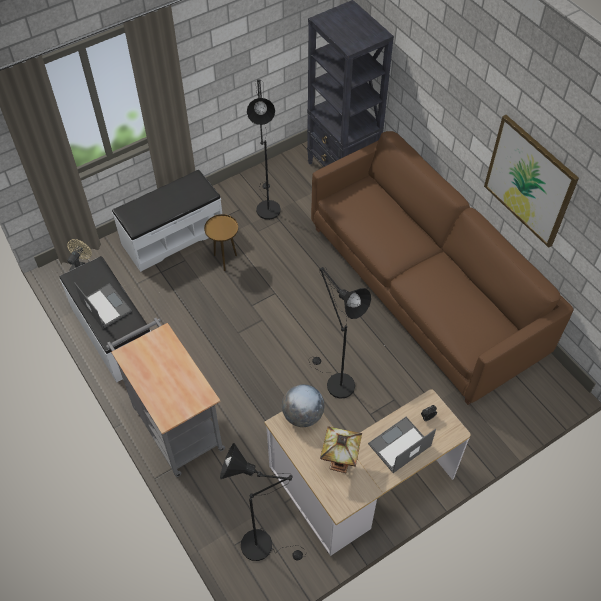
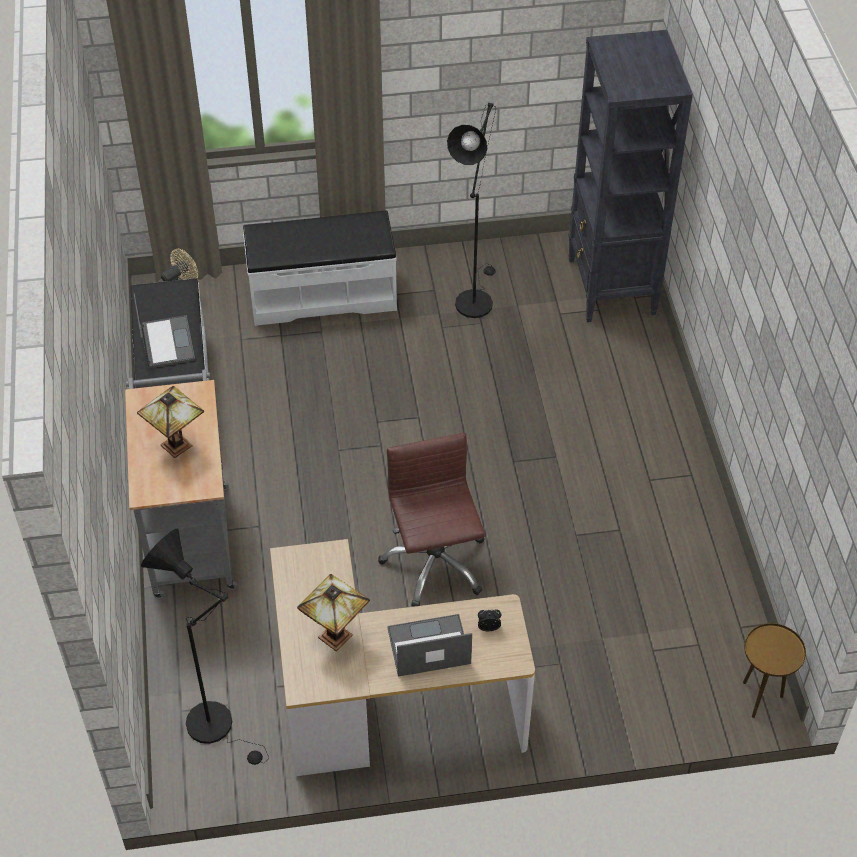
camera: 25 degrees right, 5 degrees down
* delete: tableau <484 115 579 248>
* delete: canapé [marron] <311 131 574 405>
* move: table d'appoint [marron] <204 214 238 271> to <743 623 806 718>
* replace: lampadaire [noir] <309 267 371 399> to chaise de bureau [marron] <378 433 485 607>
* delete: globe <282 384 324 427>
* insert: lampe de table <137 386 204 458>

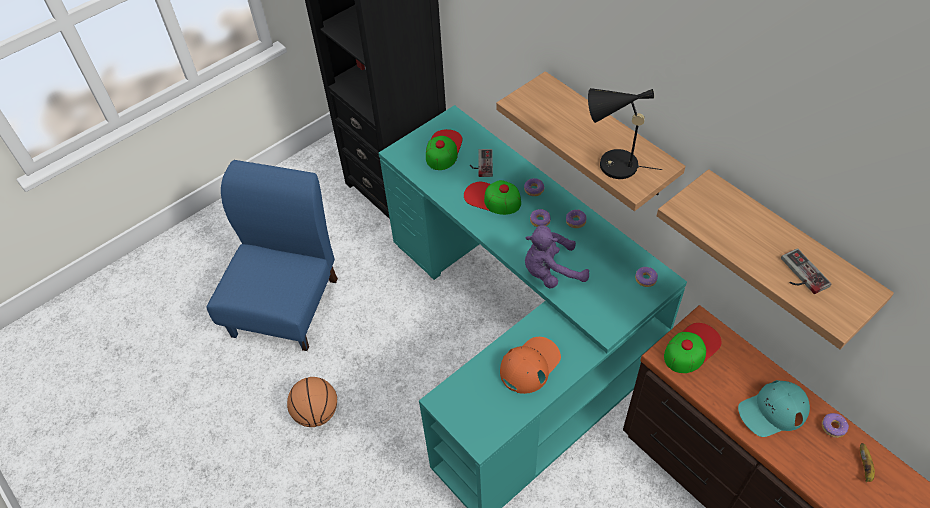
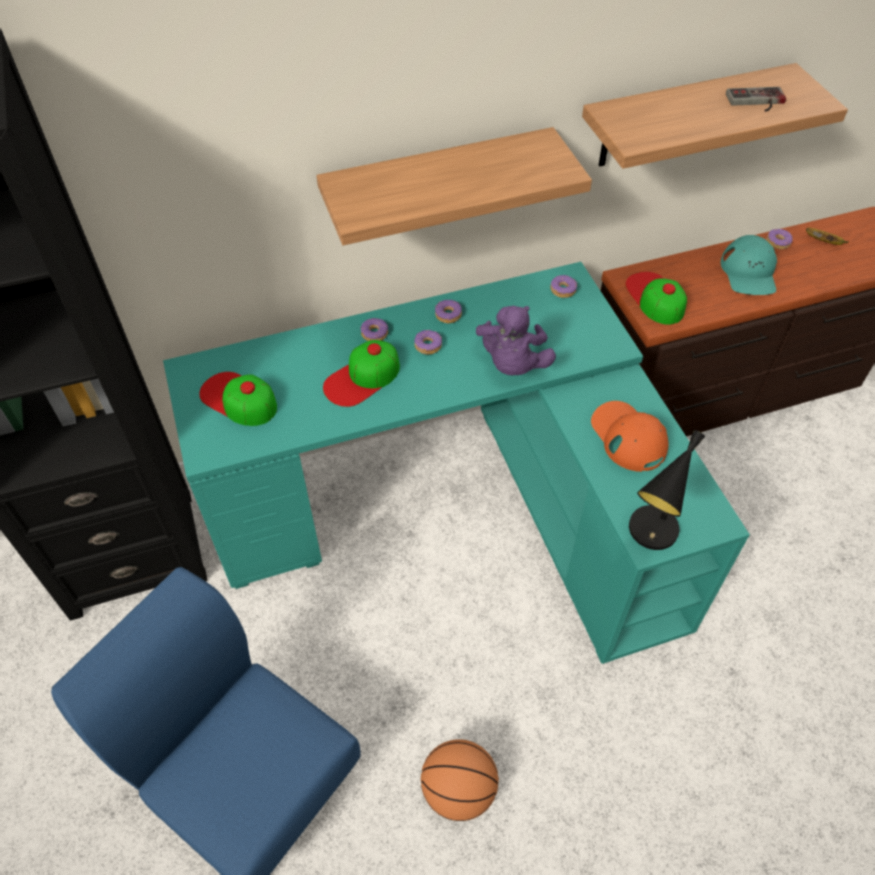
camera: 70 degrees left, 0 degrees up
* move: lampe de table [noir] <588 88 662 179> to <629 430 705 550>
* delete: manette <470 149 493 177>

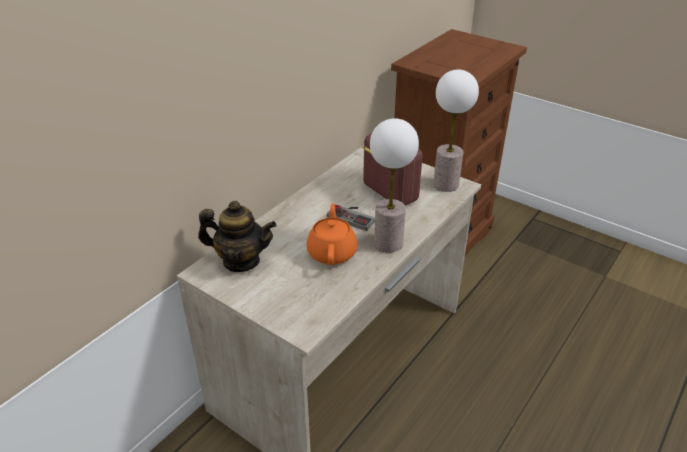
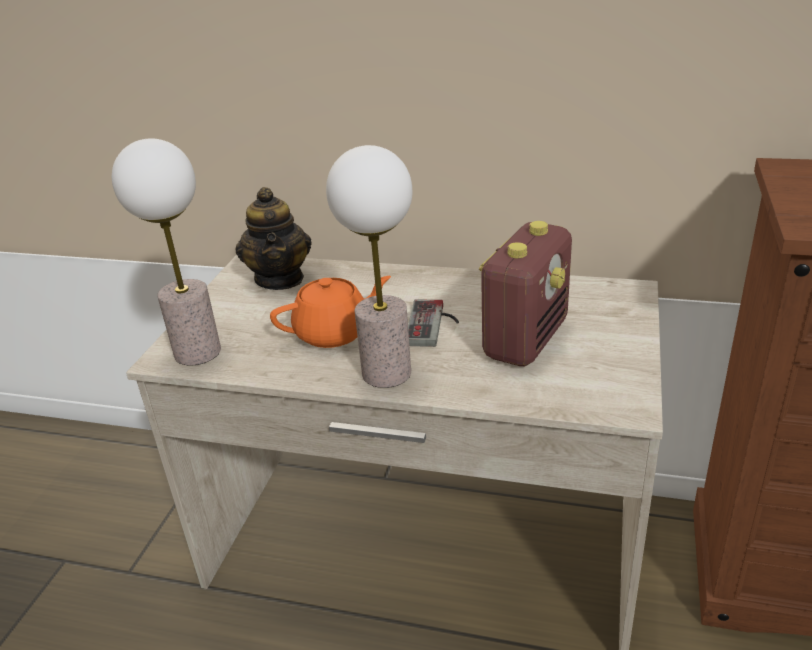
camera: 70 degrees right, 5 degrees down
* move: lampe de table <433 69 479 192> to <112 138 221 366>

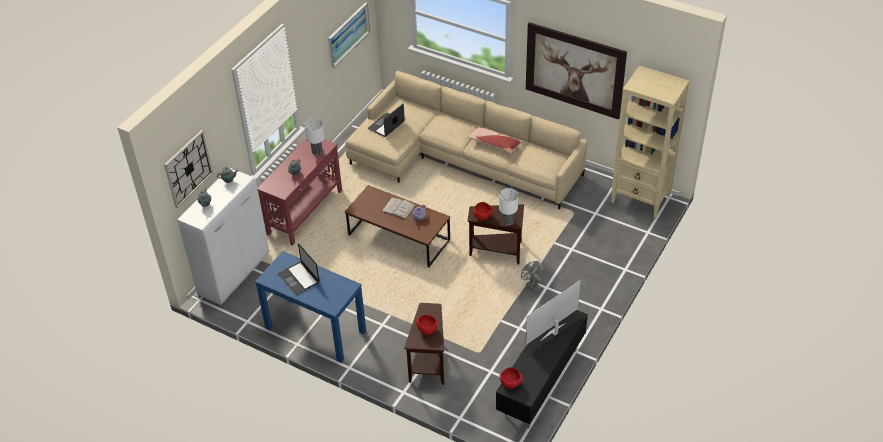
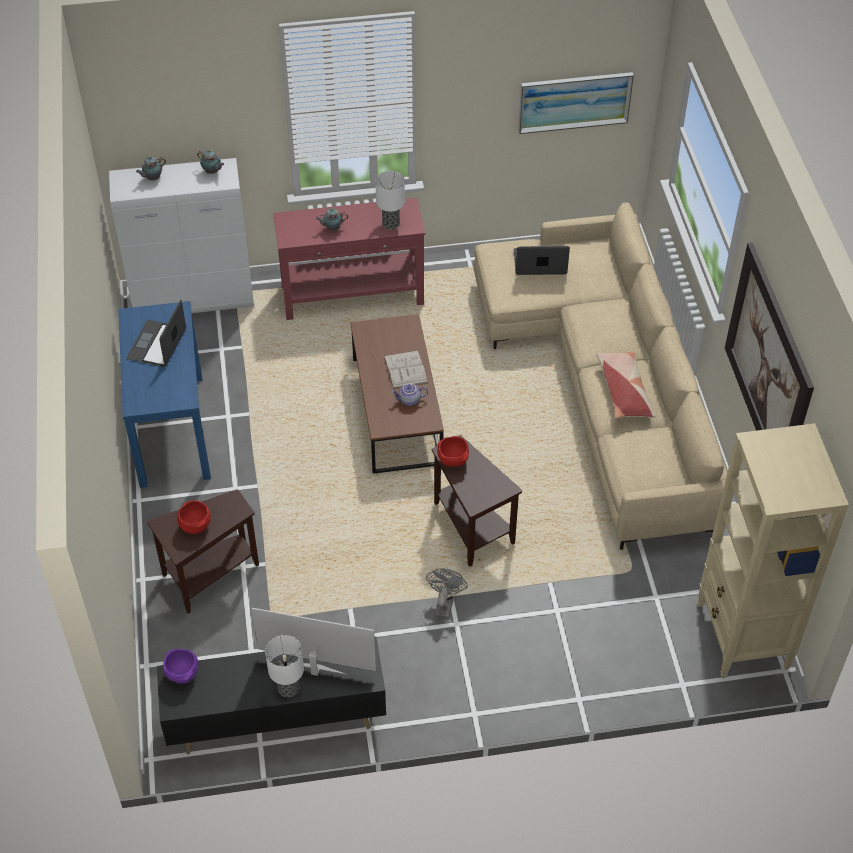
camera: 50 degrees right, 5 degrees up
* delete: horloge murale <164 130 213 208>
* move: lampe de table <499 188 518 226> to <265 635 304 697>
* recolor: bol [rouge] <500 367 523 389> to bol [violet] <163 649 198 684>

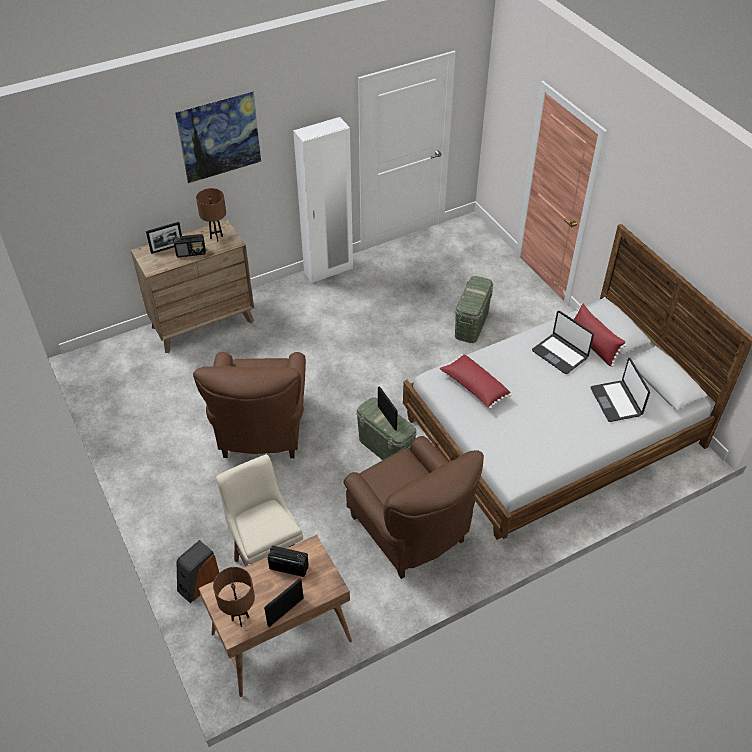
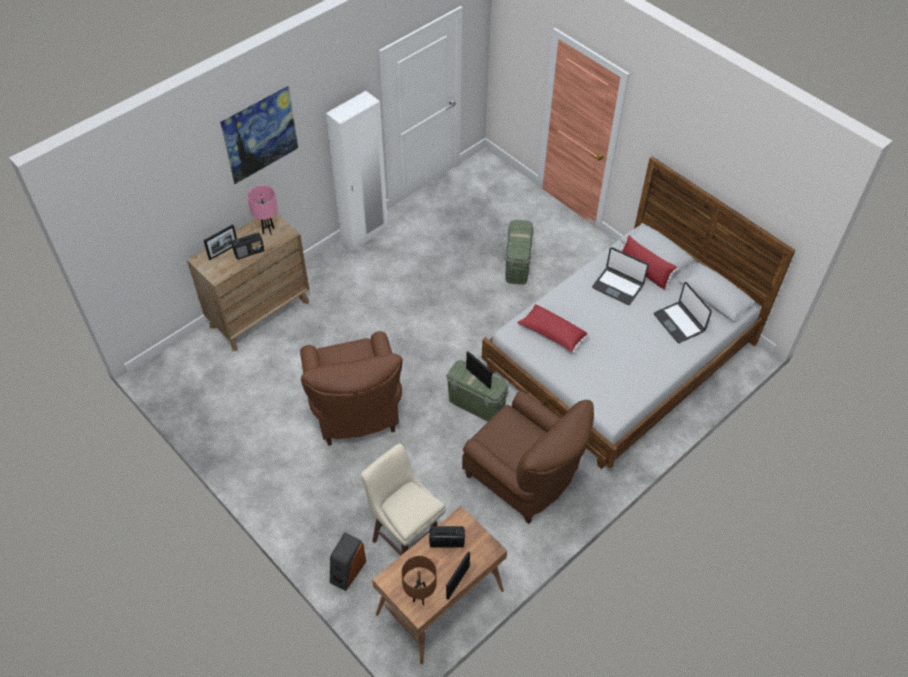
camera: 15 degrees left, 5 degrees up
* recolor: lampe de table [marron] <196 188 226 241> to lampe de table [rose] <247 185 278 235>

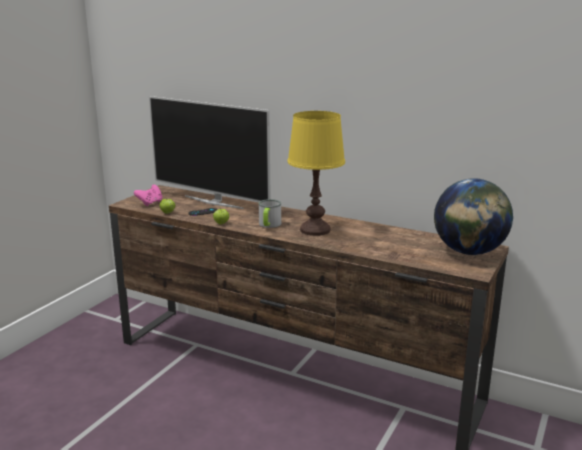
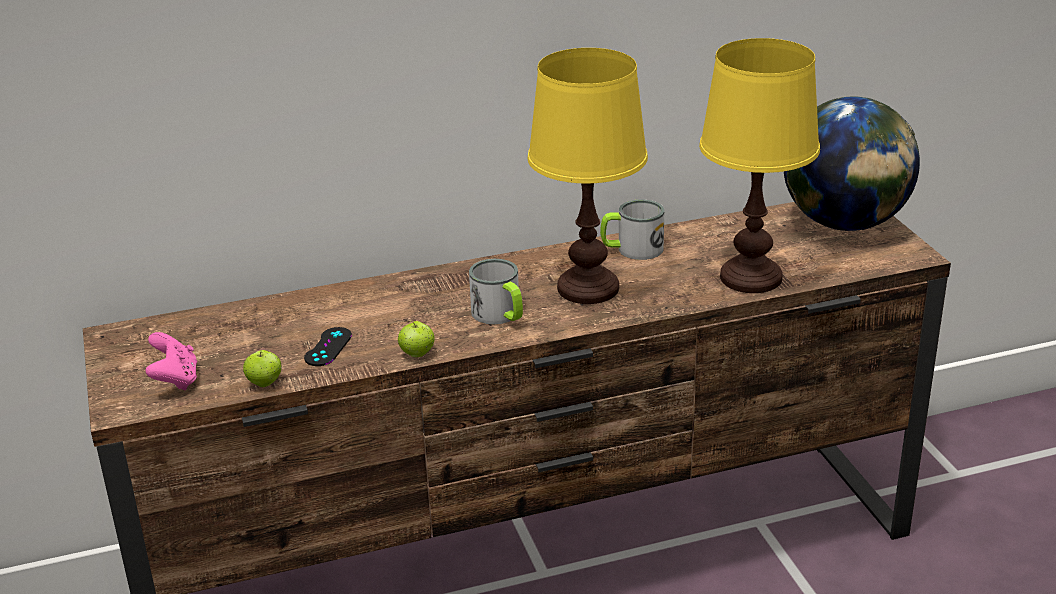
camera: 45 degrees left, 10 degrees up
* delete: téléviseur <149 96 271 209>
* insert: lampe de table [jaune] <699 38 820 293>
* insert: mug <600 199 664 260>

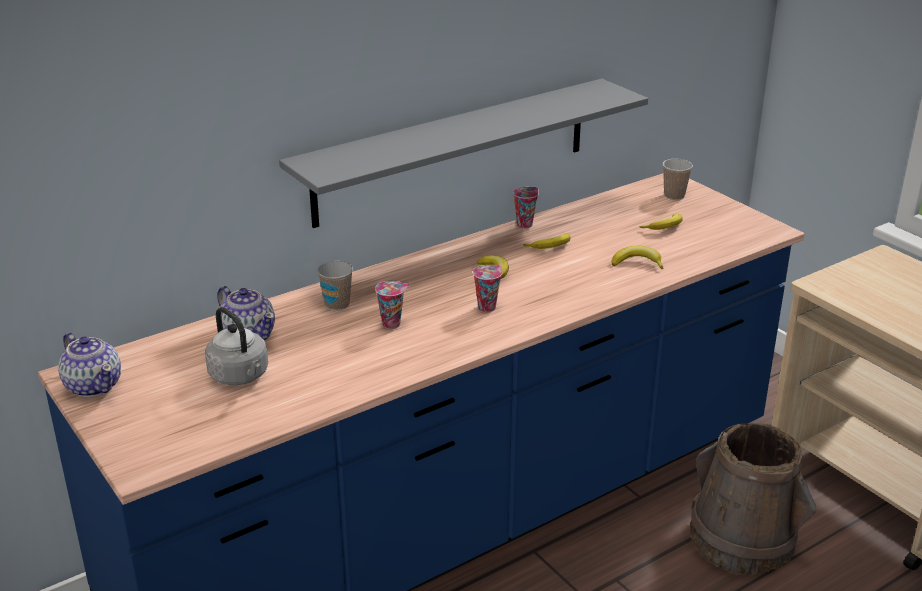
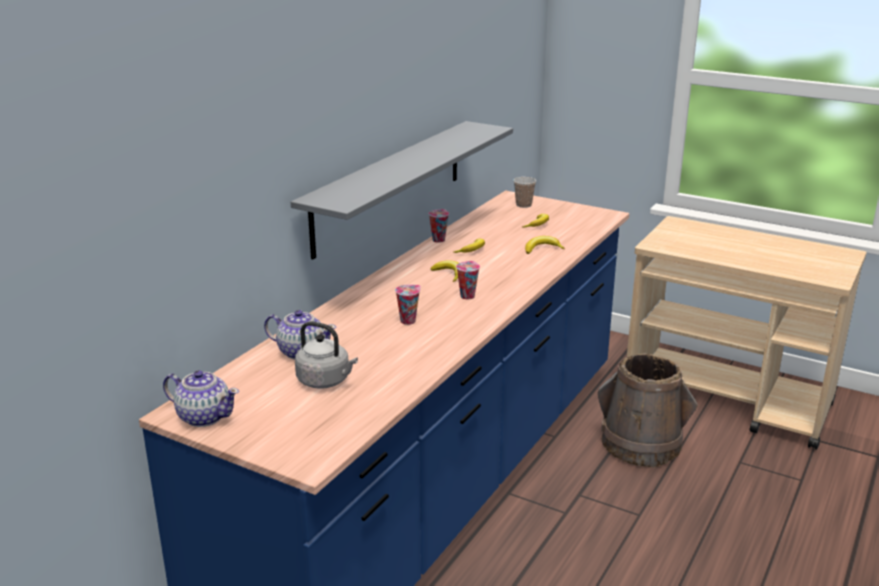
camera: 25 degrees left, 5 degrees down
* delete: tasse <317 261 353 311>

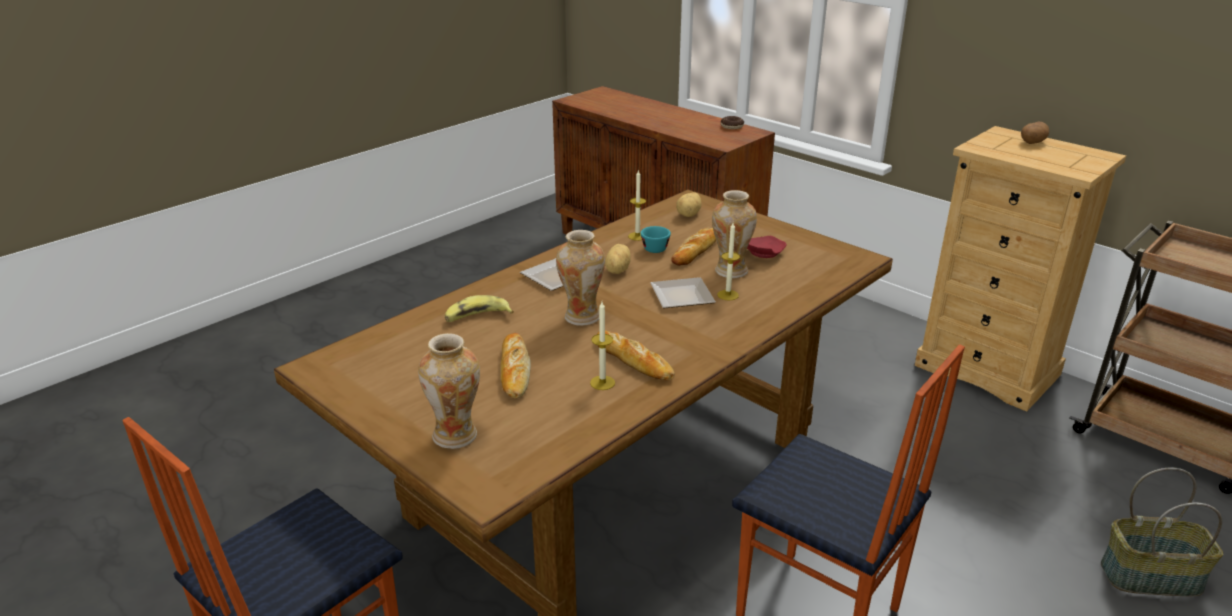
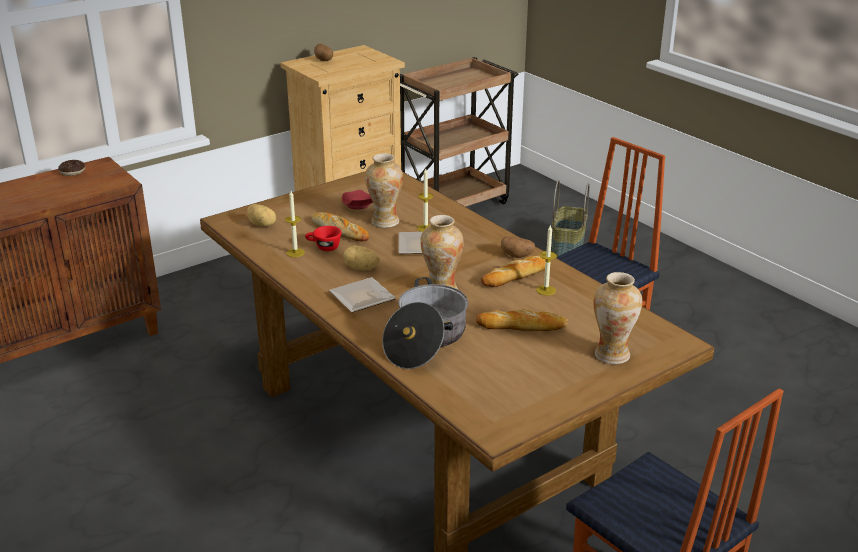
camera: 80 degrees left, 0 degrees up
* recolor: tasse [turquoise] <640 226 671 253> to tasse [rouge] <305 226 342 251>
* replace: banane <445 295 514 322> to marmite <382 277 468 369>
* insert: pomme de terre <501 236 535 258>

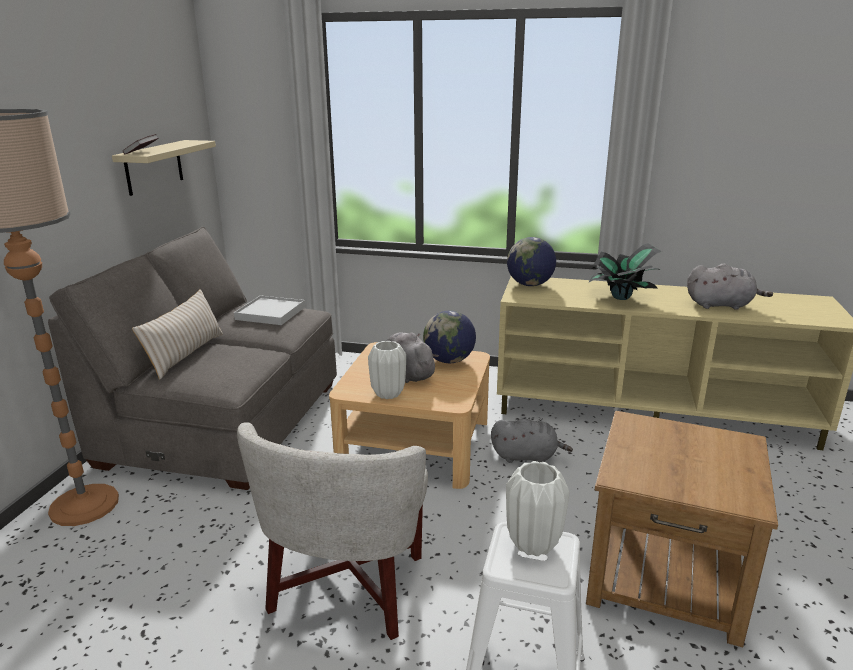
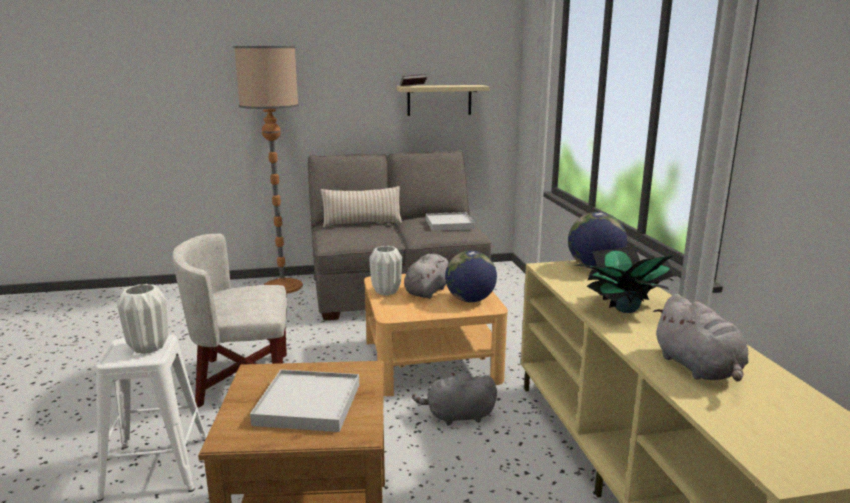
camera: 65 degrees right, 5 degrees down
* rotate: peluche [gris] <491 419 573 463> = <412 373 497 426> 105 degrees clockwise
* insert: plateau [blanc] <250 370 359 432>

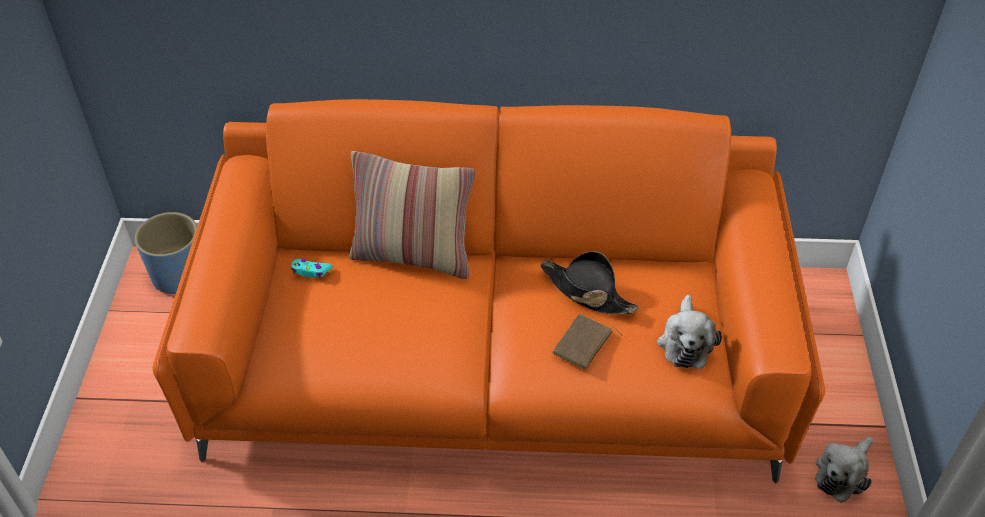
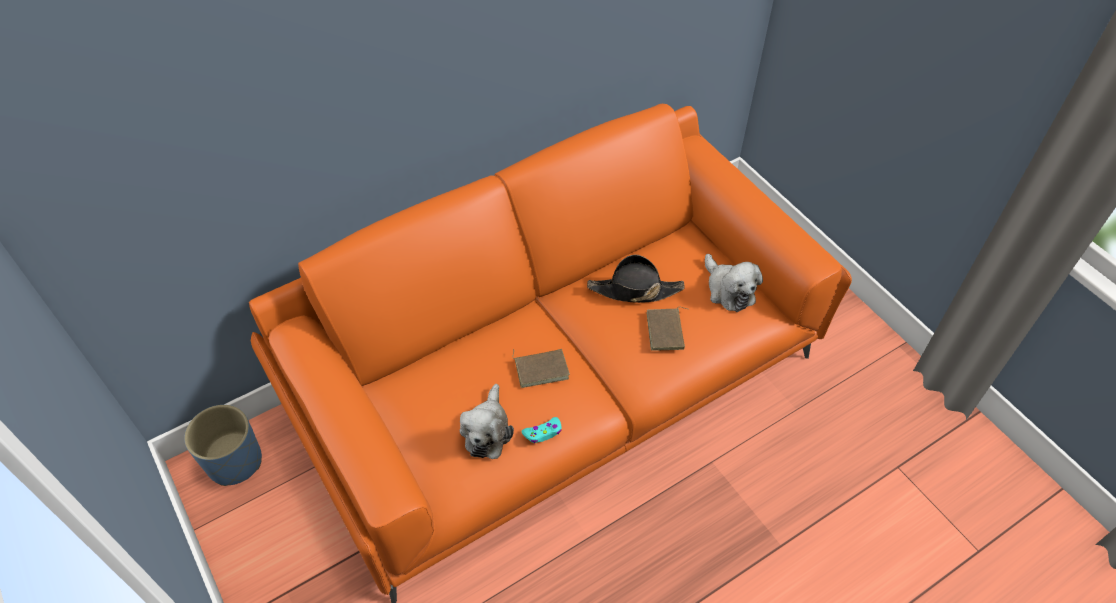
camera: 35 degrees left, 5 degrees up
* delete: coussin <349 151 476 279>
* move: manette [turquoise] <291 259 333 278> to <522 417 561 444>
* move: peluche <815 437 873 503> to <460 384 514 459>
* insert: livre [marron] <513 349 570 388>

